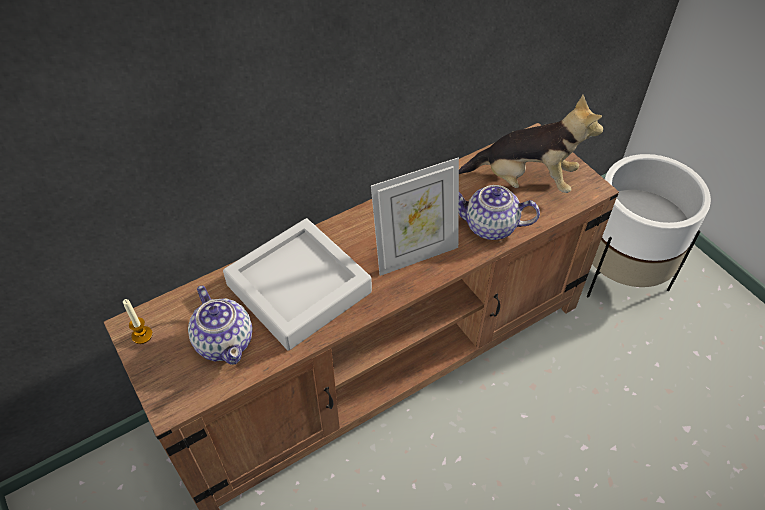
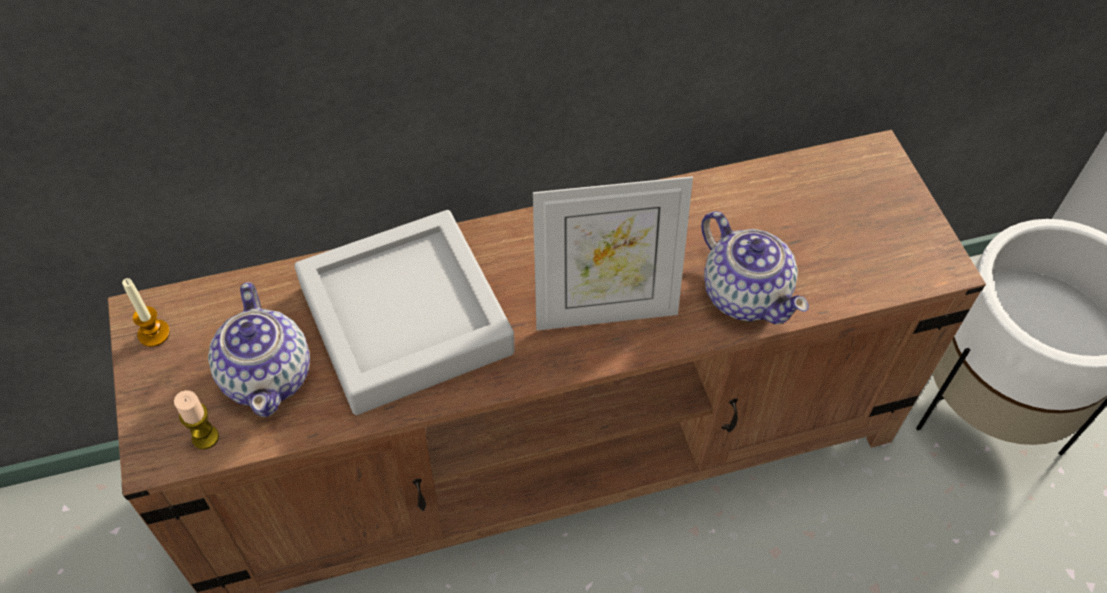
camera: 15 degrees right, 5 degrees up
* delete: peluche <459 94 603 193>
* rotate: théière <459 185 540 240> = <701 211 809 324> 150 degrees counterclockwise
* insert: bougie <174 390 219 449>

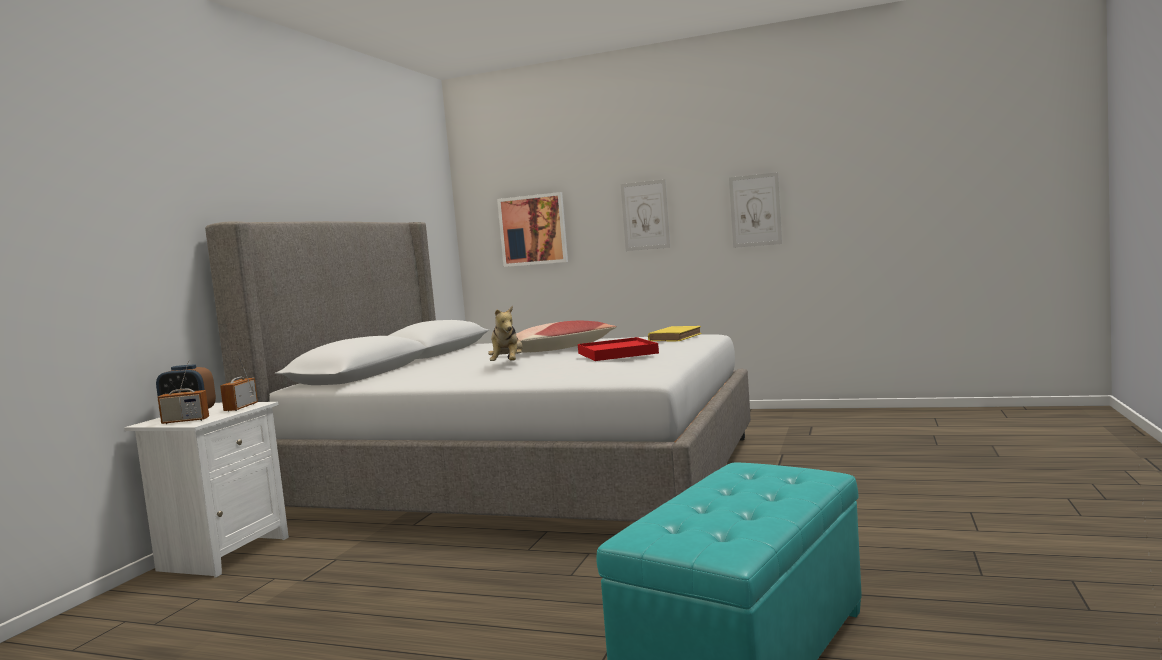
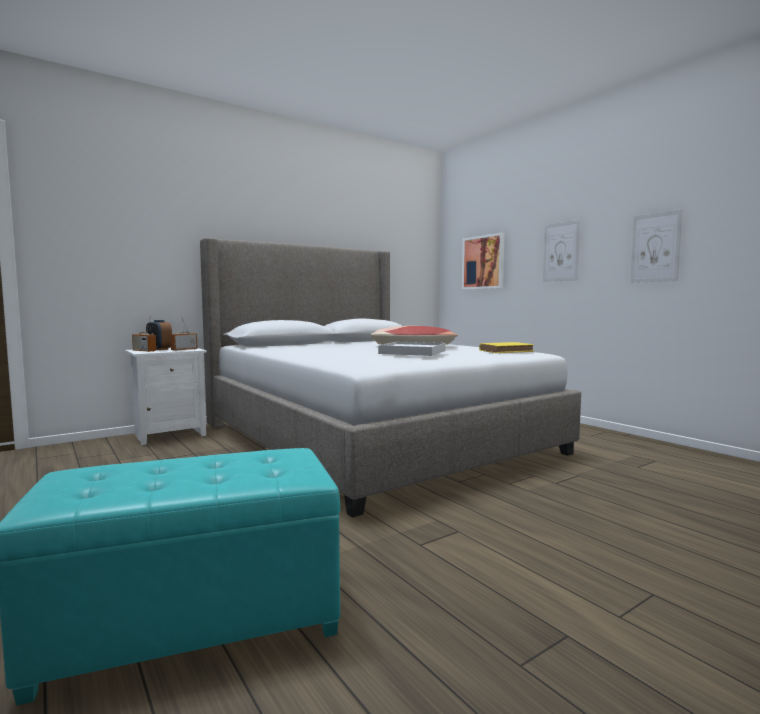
camera: 35 degrees right, 0 degrees up
* delete: peluche <488 306 523 361>
* recolor: plateau [rouge] <578 337 659 361> to plateau [blanc] <378 342 446 356>

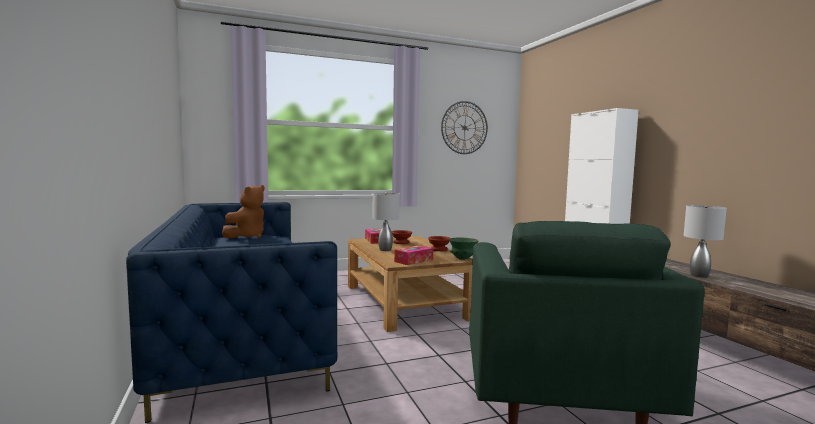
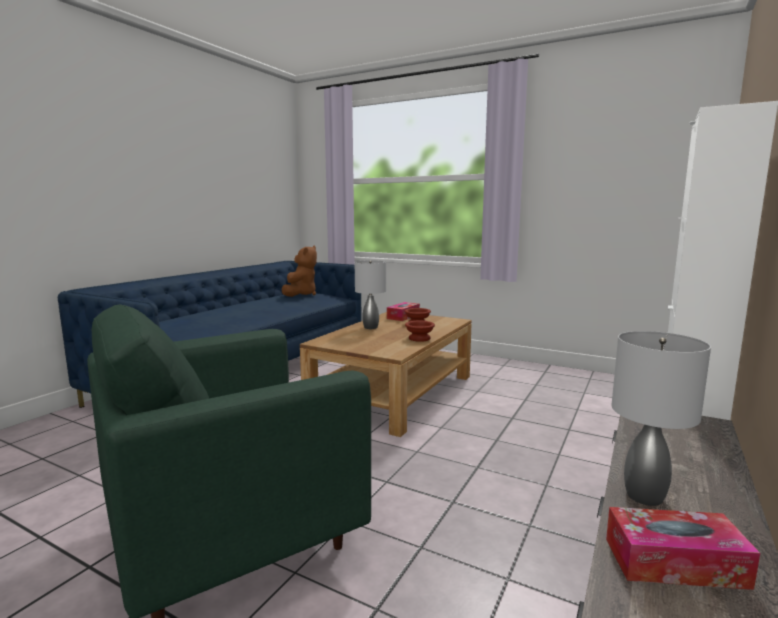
camera: 50 degrees right, 5 degrees up
* delete: horloge murale <441 101 488 154>
* rotate: peluche [marron] <222 185 265 238> = <282 246 317 297> 60 degrees counterclockwise
* delete: bol [vert] <449 237 479 260>
* move: boîte à mouchoirs <394 245 433 265> to <606 507 760 590>

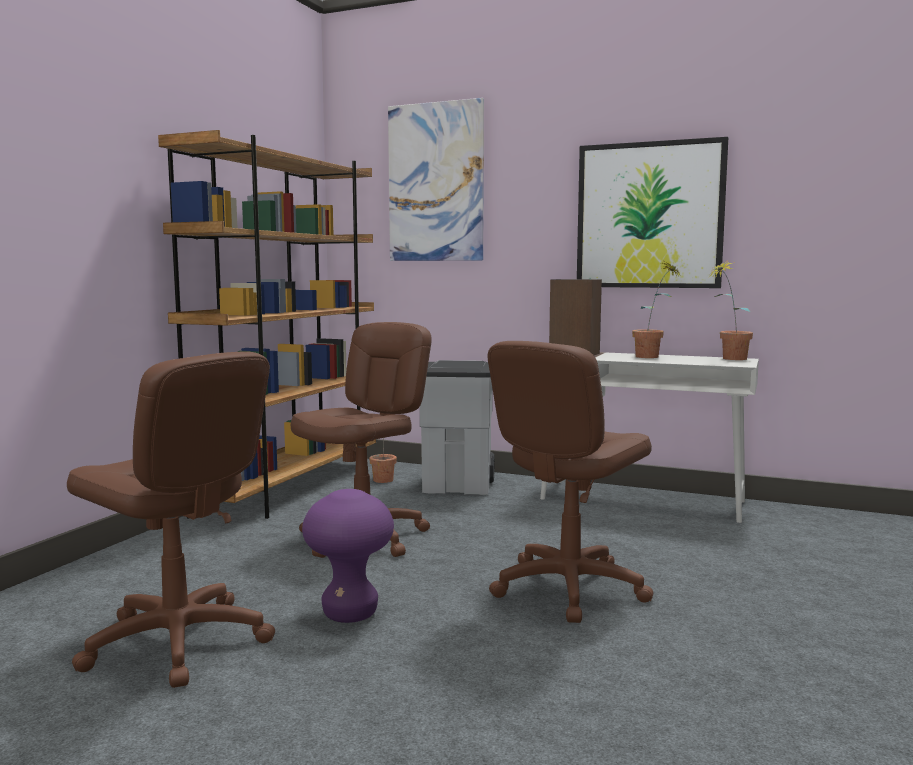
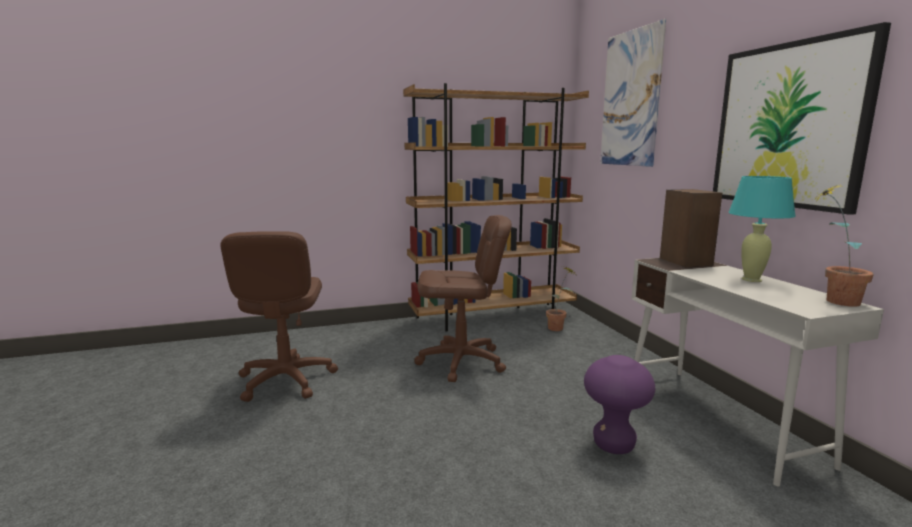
camera: 50 degrees right, 5 degrees up
* replace: plante en pot <632 262 681 358> to lampe de table [turquoise] <729 176 796 282>
* delete: chaise de bureau [marron] <488 341 653 623>
* delete: poubelle [gris] <420 360 495 495>
* move: tabouret [violet] <302 489 394 623> to <584 355 655 454>

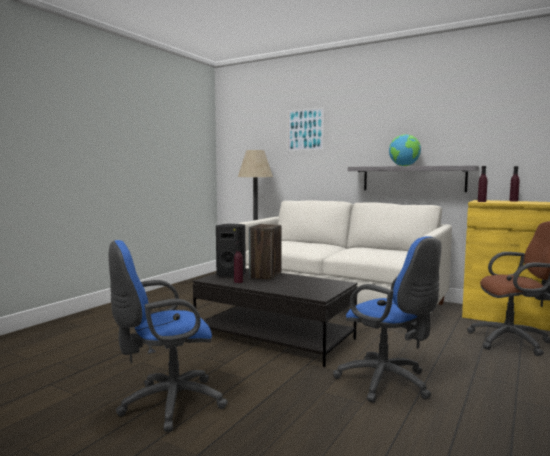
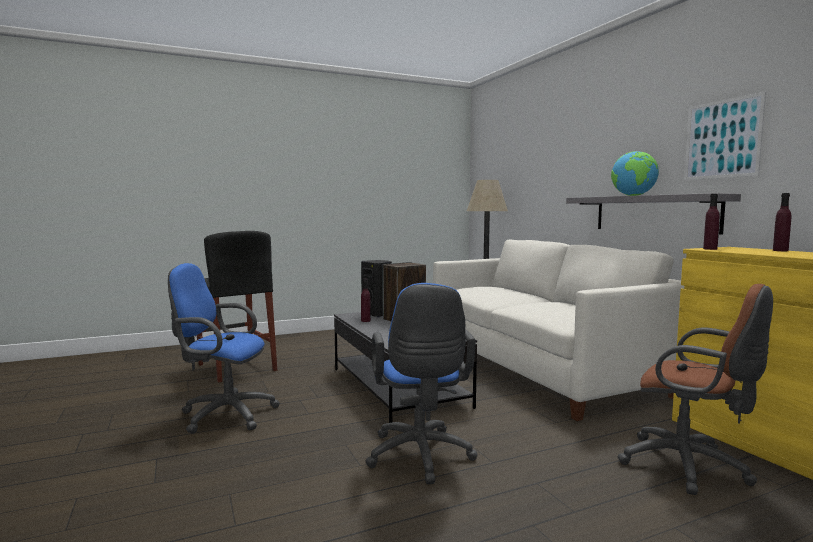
camera: 35 degrees right, 0 degrees up
* move: tableau <287 107 325 151> to <684 92 766 180>
* insert: tabouret [noir] <197 231 277 383>

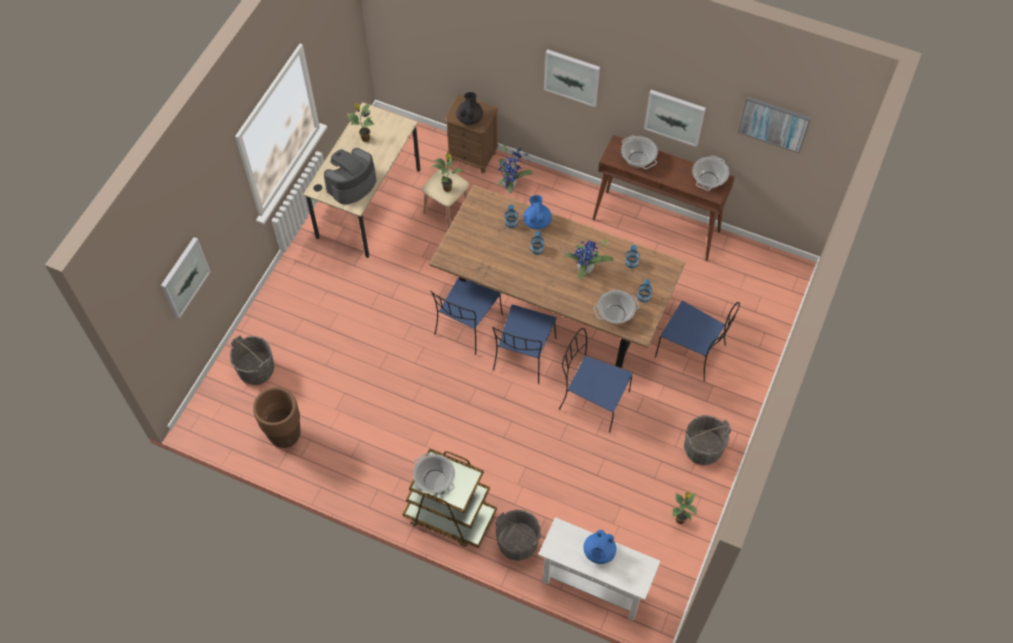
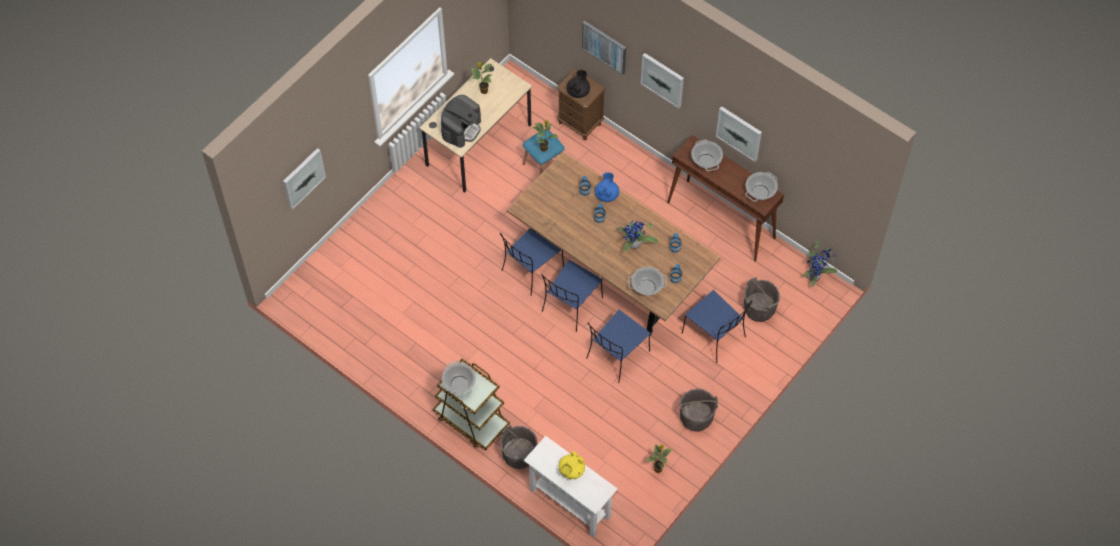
camera: 15 degrees right, 0 degrees up
* move: tableau <738 96 811 153> to <582 21 626 75>
* move: plante en pot <497 144 532 193> to <803 241 838 286>
* rotate: machine à café <324 148 376 205> = <441 95 481 148> 150 degrees clockwise
* recolor: tabouret [beige] <422 169 469 229> to tabouret [bleu] <523 129 565 175>
* rotate: chaise [bleu] <559 328 633 433> = <586 310 651 383> 90 degrees counterclockwise
* move: seau [gris] <230 335 274 385> to <744 277 780 322>
* delete: cache-pot [marron] <253 387 301 448>
* recolor: théière [bleu] <583 530 616 564> to théière [jaune] <559 451 585 479>

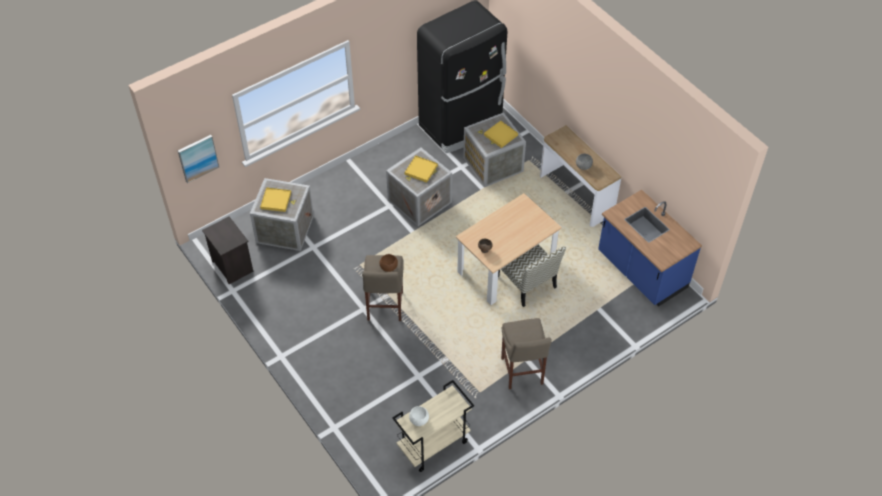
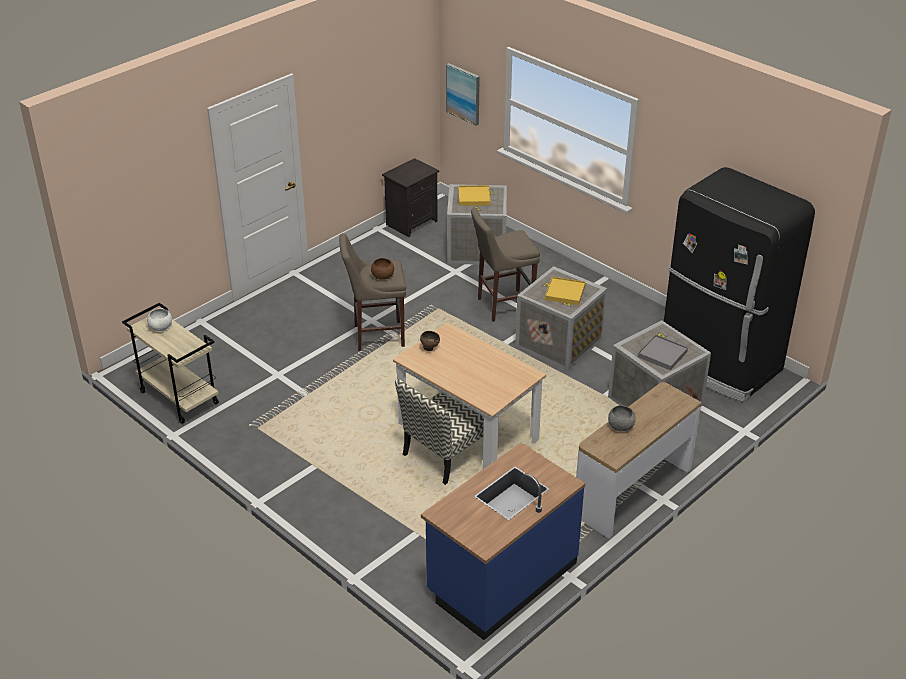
camera: 80 degrees right, 15 degrees down
* recolor: plateau [jaune] <484 121 518 148> to plateau [gris] <638 335 688 370>
* move: tabouret [beige] <501 318 552 389> to <471 208 540 322>

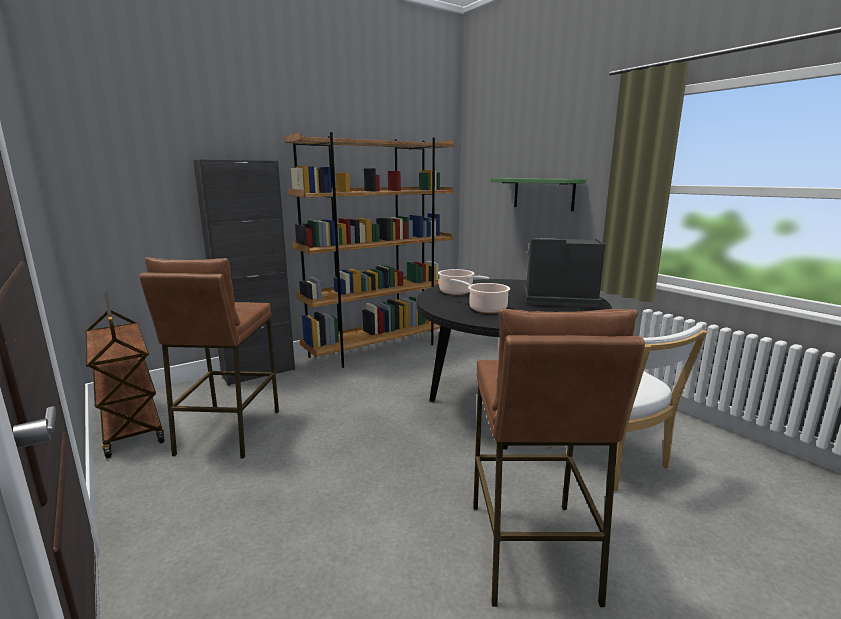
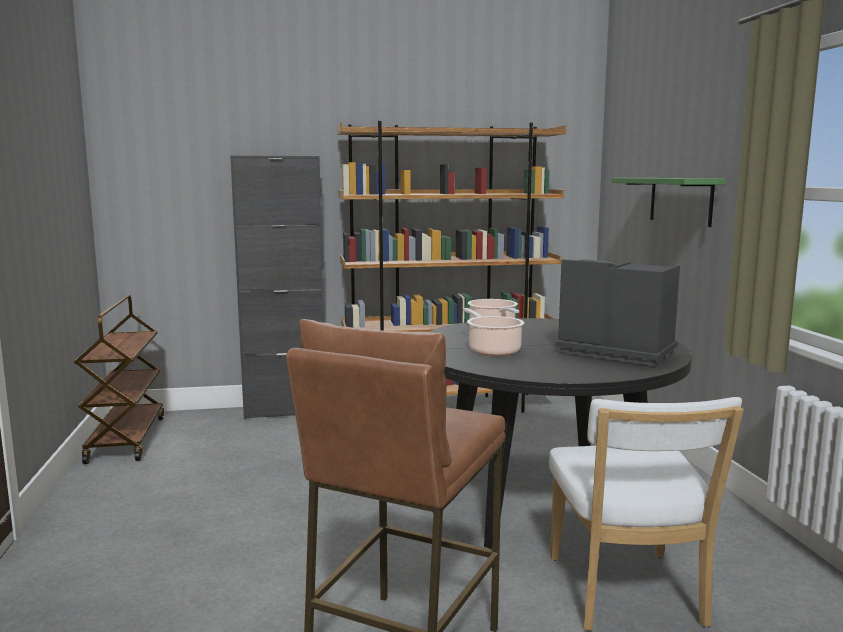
camera: 25 degrees right, 5 degrees down
* delete: tabouret [marron] <139 257 279 458>

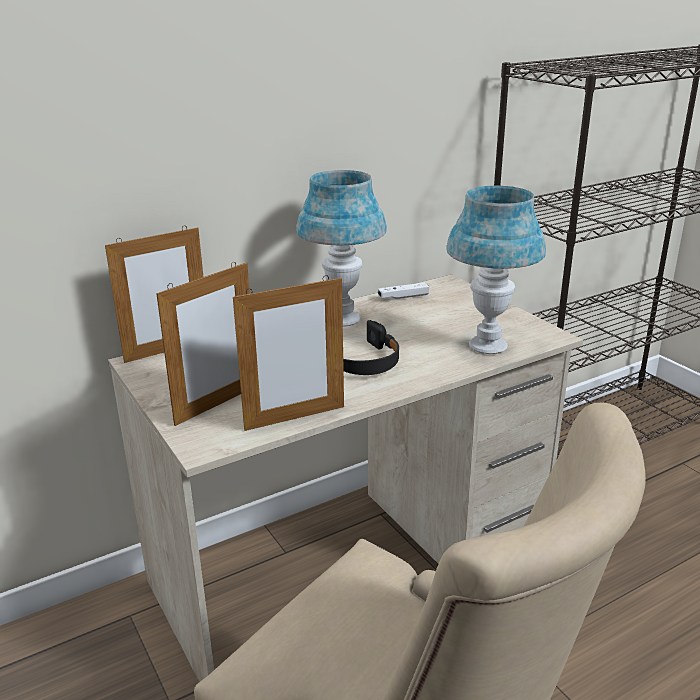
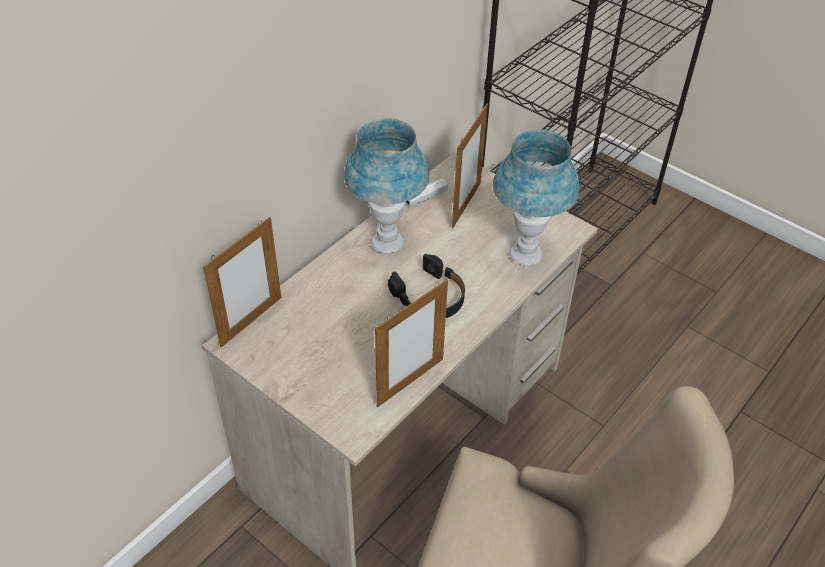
camera: 20 degrees left, 20 degrees up
* move: cadre photo <156 262 250 426> to <452 104 488 228>

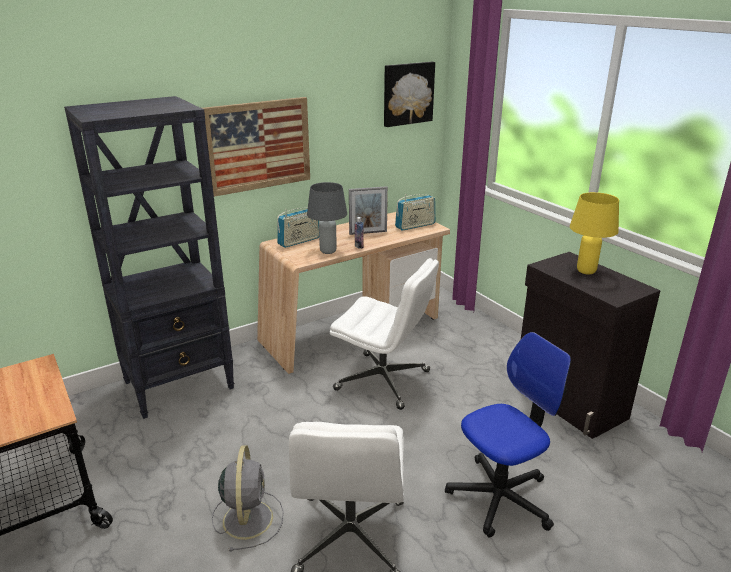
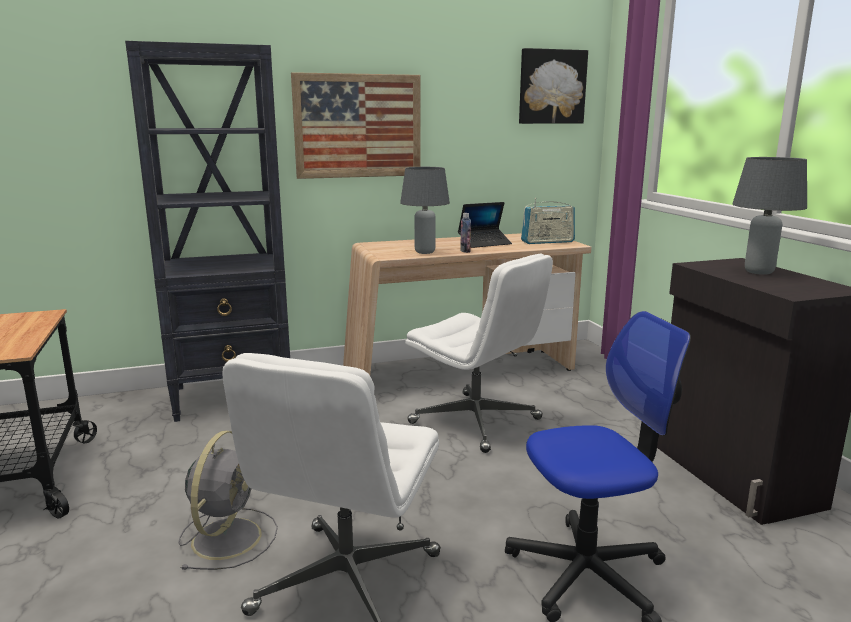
camera: 15 degrees right, 10 degrees down
* replace: cadre photo <349 186 388 235> to ordinateur portable <458 202 512 248>
* recolor: lampe de table [jaune] <570 192 619 275> to lampe de table [gris] <732 157 807 275>
* delete: radio <277 208 319 248>

